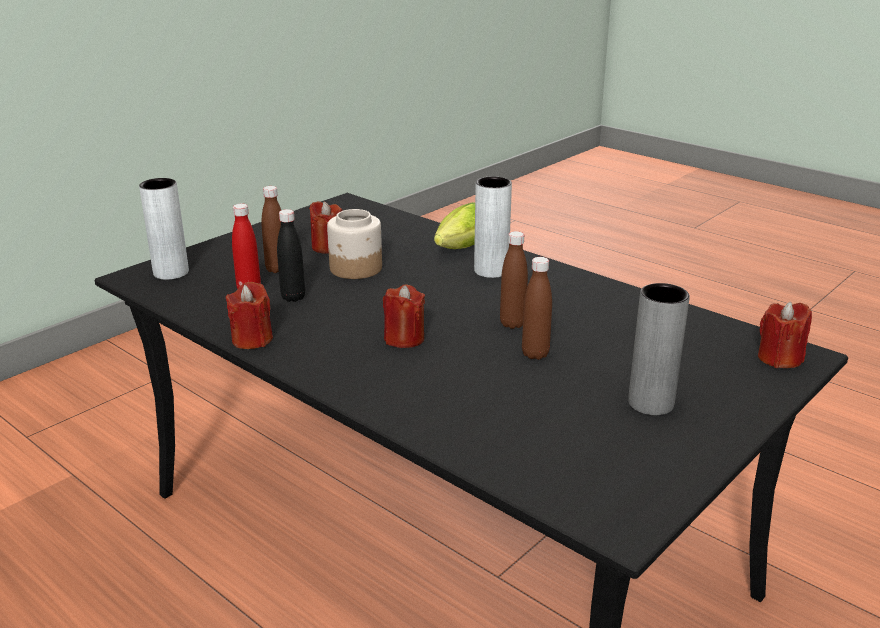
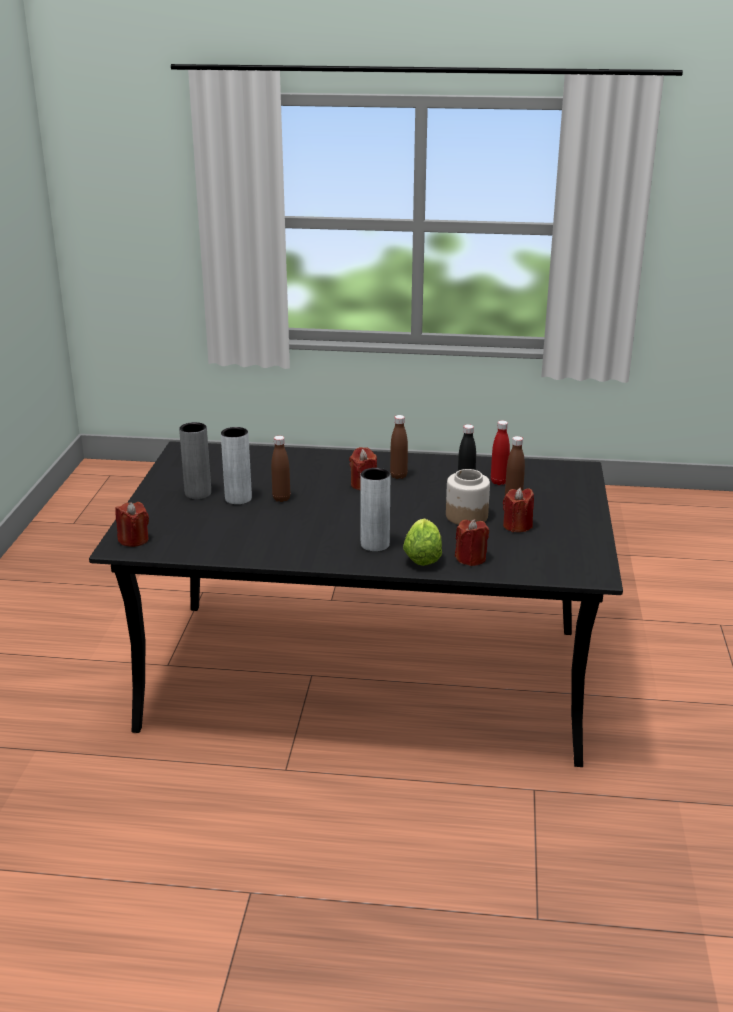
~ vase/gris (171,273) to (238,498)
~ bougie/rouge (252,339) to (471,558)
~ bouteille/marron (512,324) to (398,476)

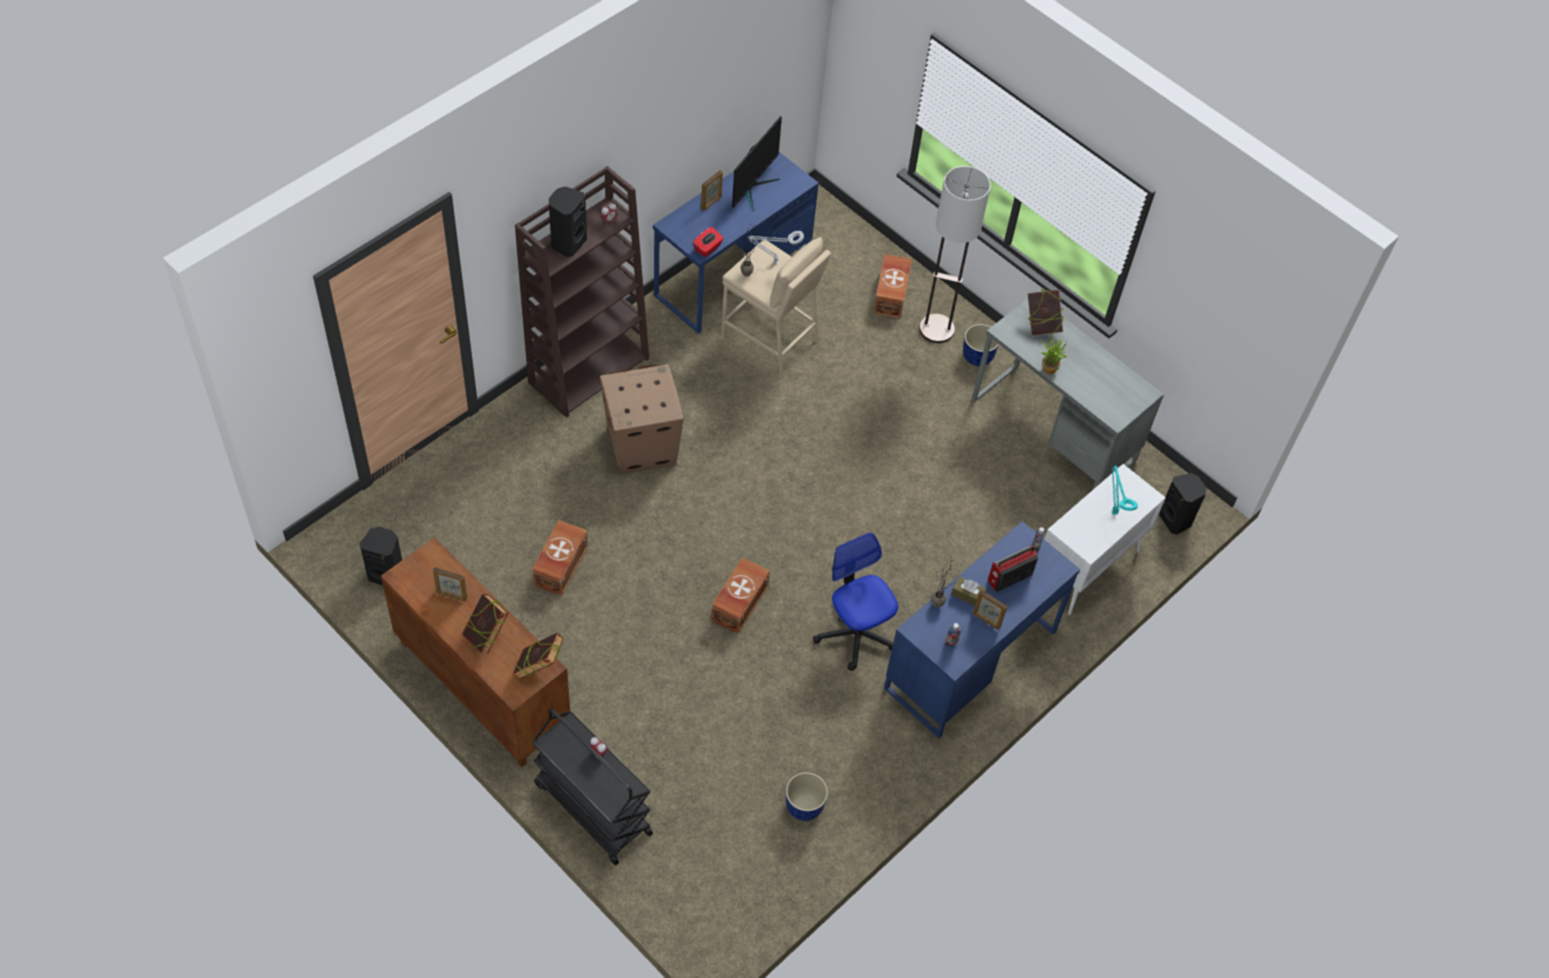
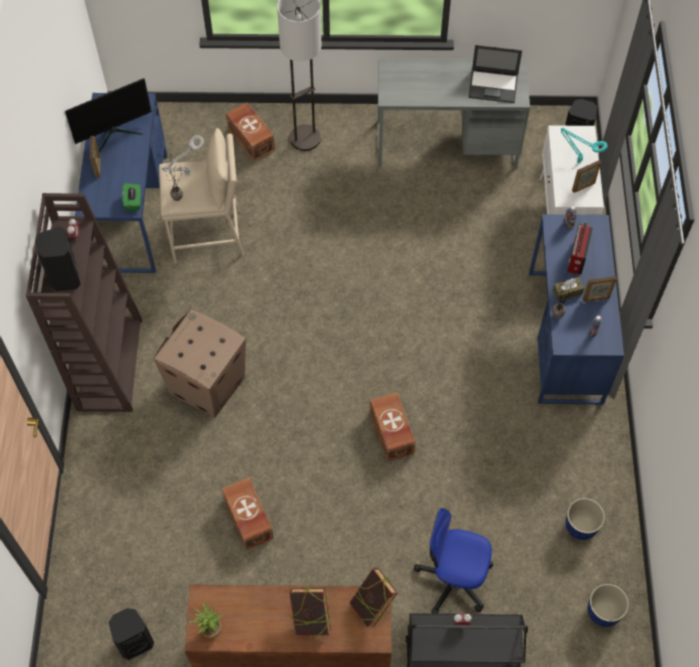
- livre (1041,325)
+ ordinateur portable (493,86)
~ cadre photo (451,595) to (583,187)
~ chaise de bureau (855,633) to (453,579)
~ cache-pot (977,358) to (603,613)
~ plante en pot (1048,367) to (209,628)
~ boîte à mouchoirs/rouge (708,248) to boîte à mouchoirs/vert (133,202)
~ écran d'ordinateur (753,188) = (114,133) 75 degrees clockwise

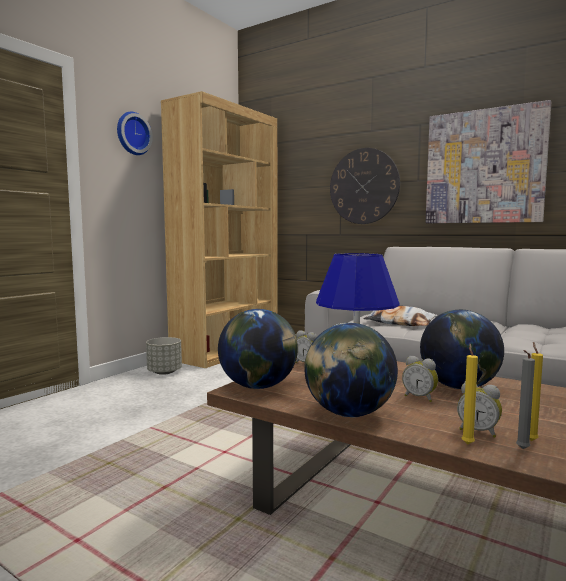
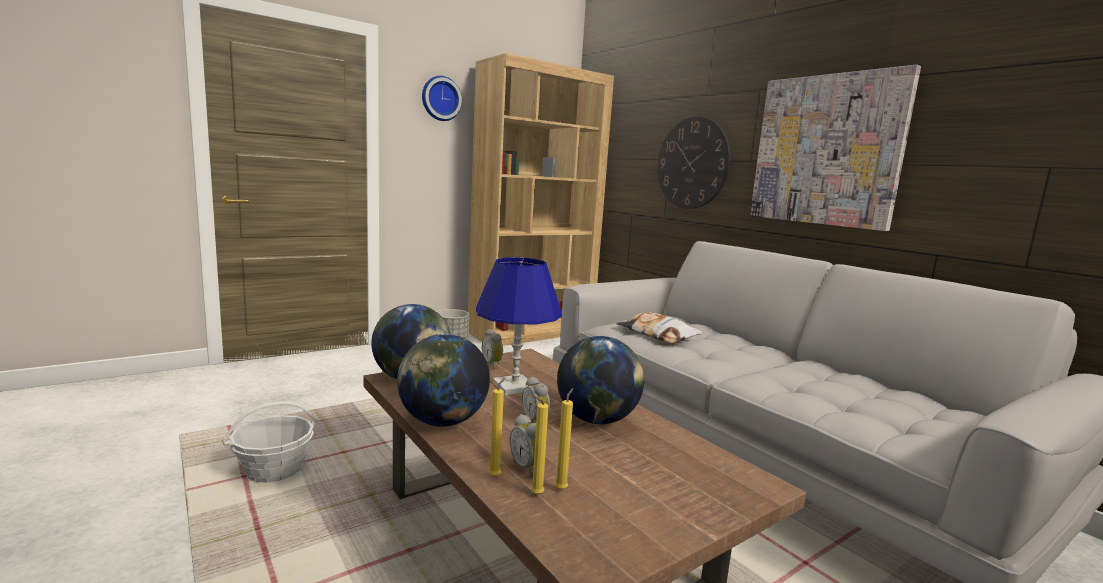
+ panier (274,470)
~ bougie/gris (521,449) to bougie/jaune (535,494)

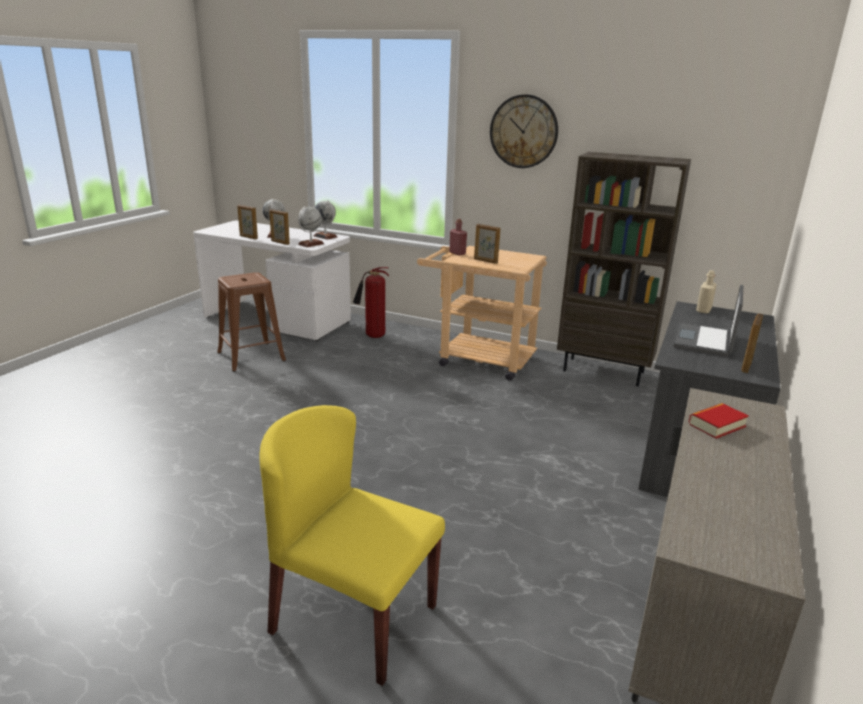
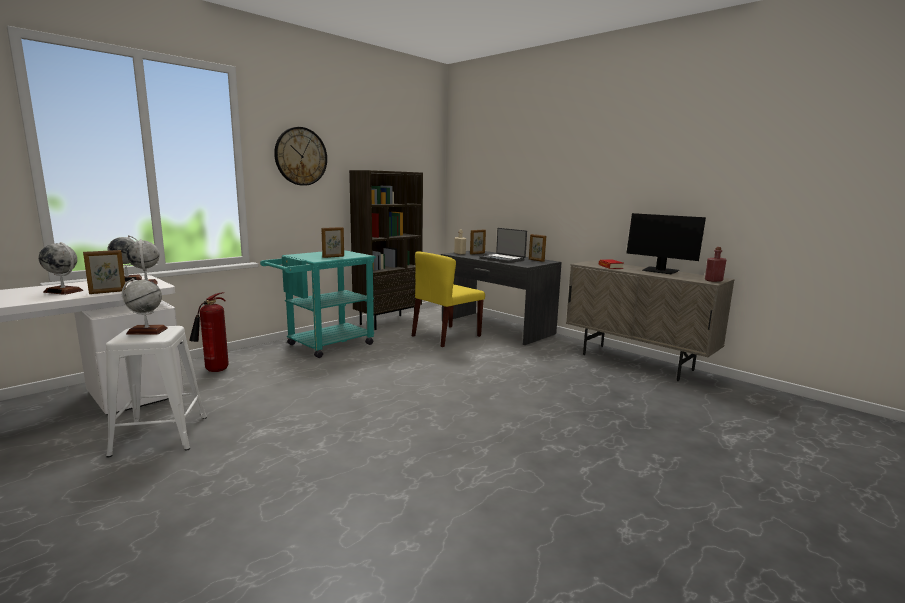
+ globe (147,331)
+ écran d'ordinateur (660,271)
~ cadre photo (248,237) to (477,253)
~ chaise/jaune (353,618) to (446,336)
~ bouteille/rouge (457,253) to (713,280)
~ tabouret/marron (251,356) to tabouret/blanc (160,435)
~ chariot/beige (478,359) to chariot/turquoise (324,346)

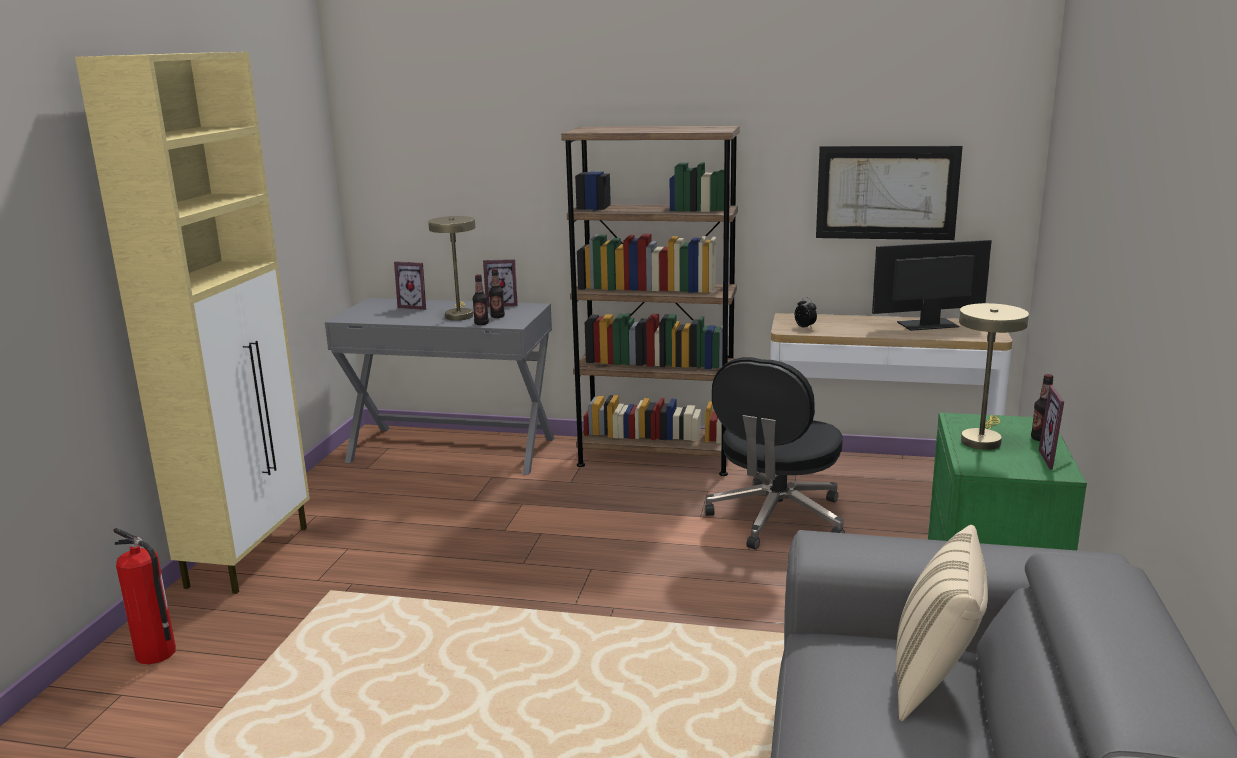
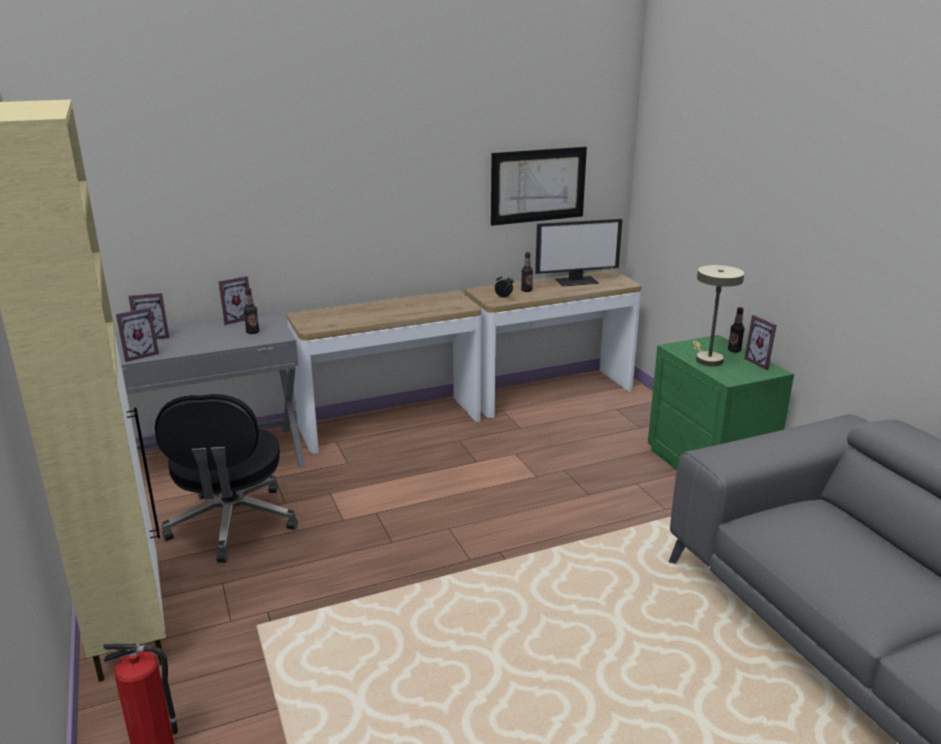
- lampe de table/beige (458,315)
- coussin/beige (935,680)
+ cadre photo (139,355)
~ bouteille (481,324) to (526,290)
~ chaise de bureau/noir (776,518) to (232,524)
~ bibliothèque/marron (656,457) to table console (390,424)
~ écran d'ordinateur (927,325) = (577,281) 150 degrees counterclockwise

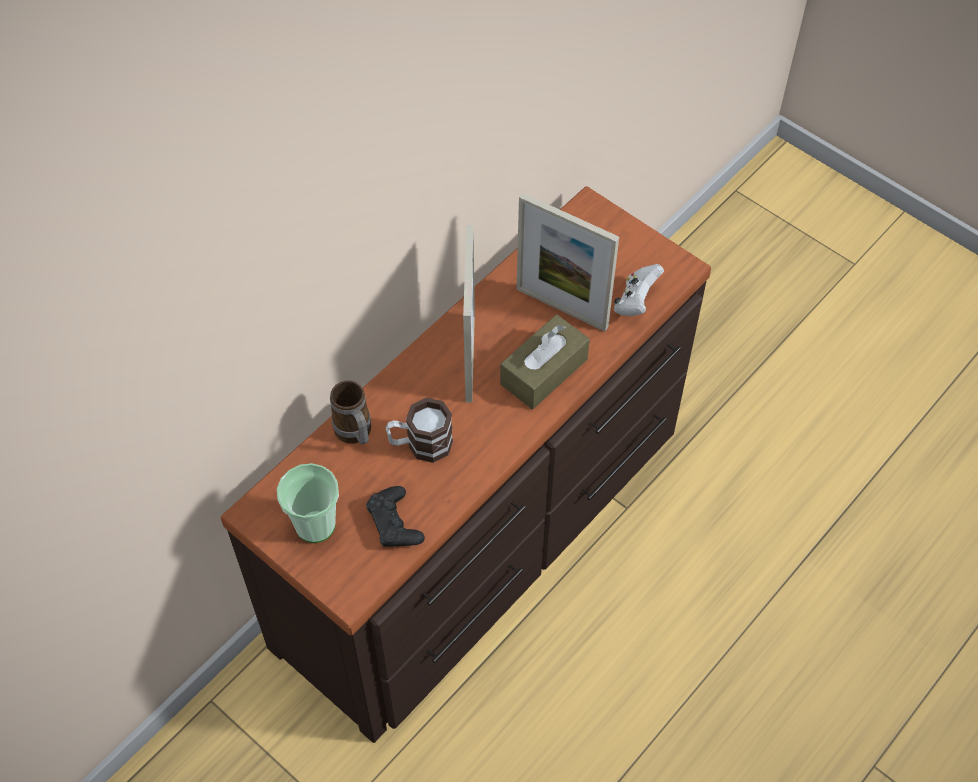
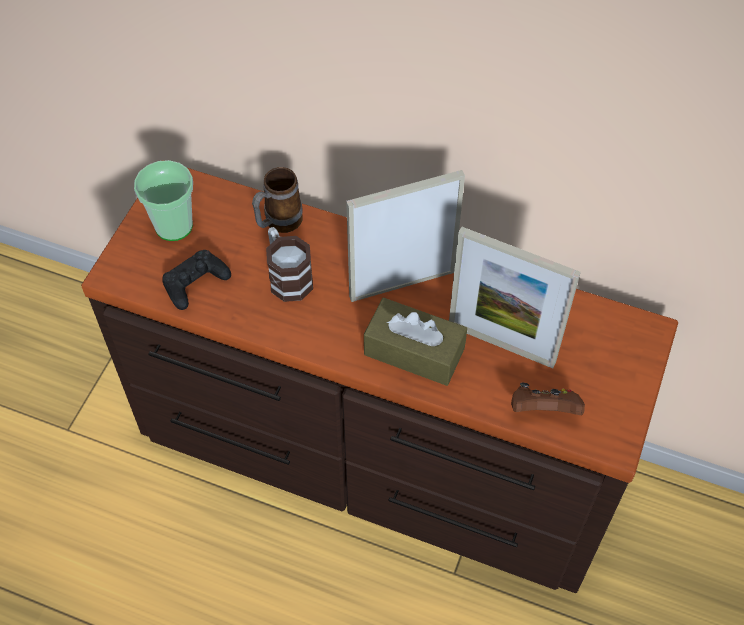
~ manette/blanc (635,302) to manette/marron (543,410)
~ cadre photo (561,308) = (501,344) 75 degrees counterclockwise

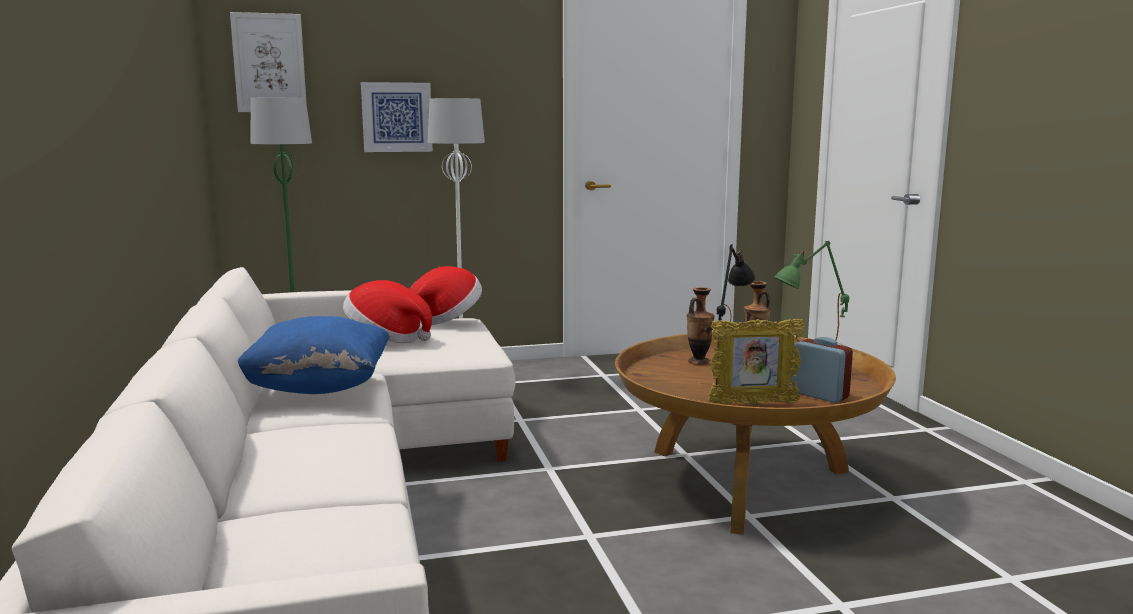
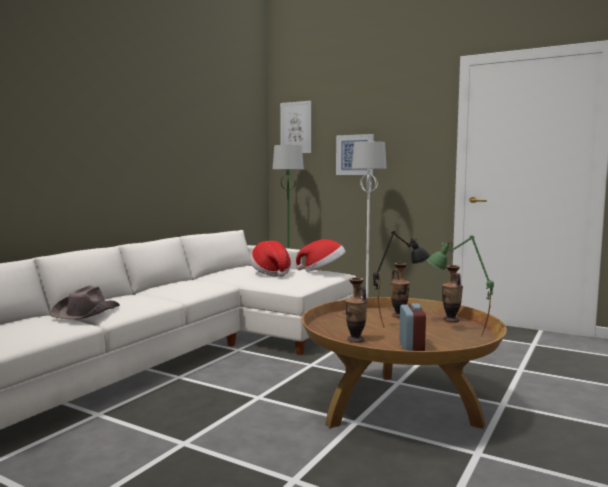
- coussin/bleu (319,388)
+ chapeau/marron (85,312)
~ cadre photo (753,404) to vase (355,340)

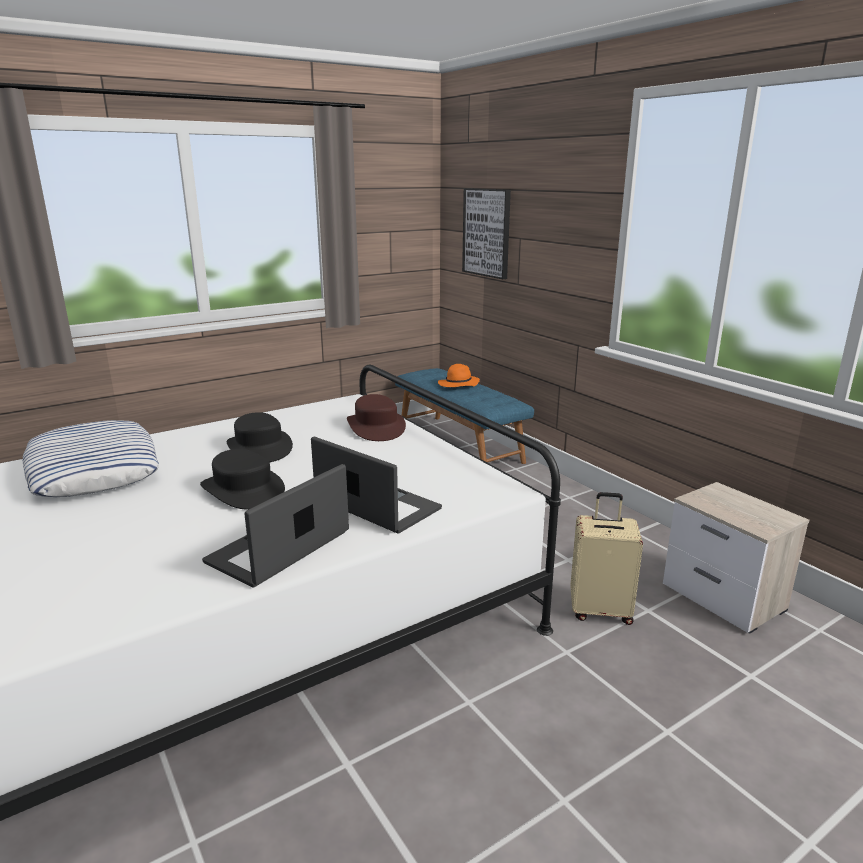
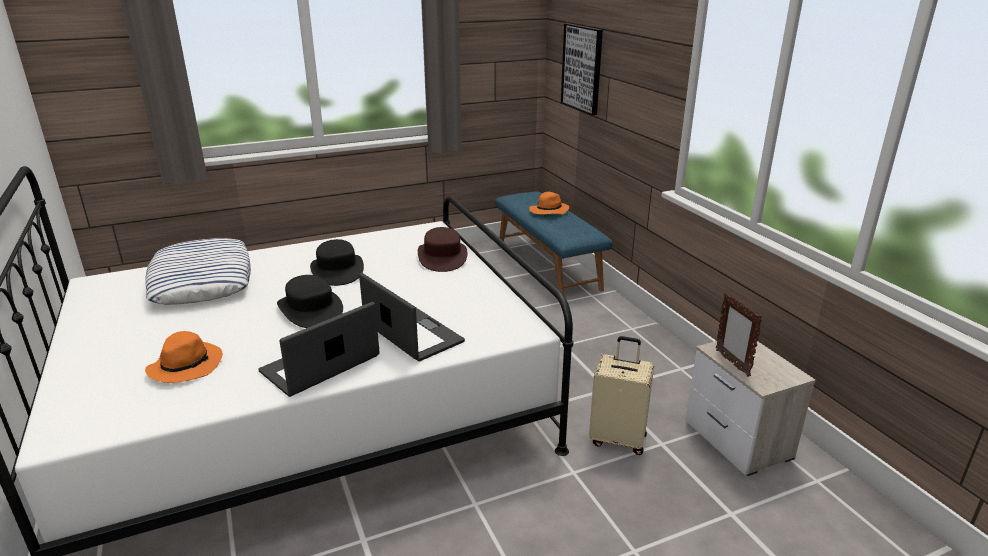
+ chapeau/orange (186,365)
+ cadre photo (732,363)

